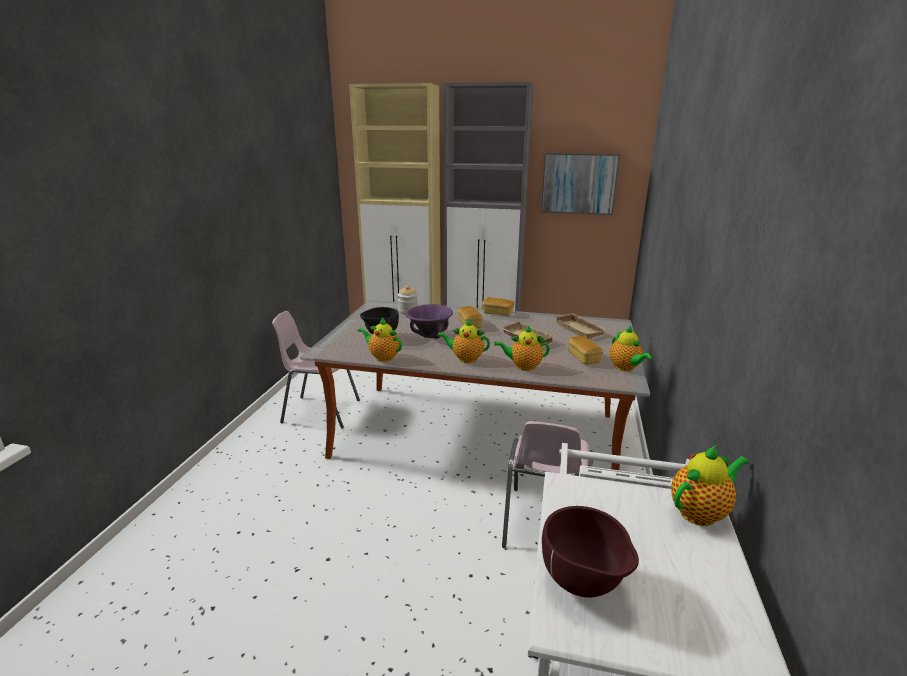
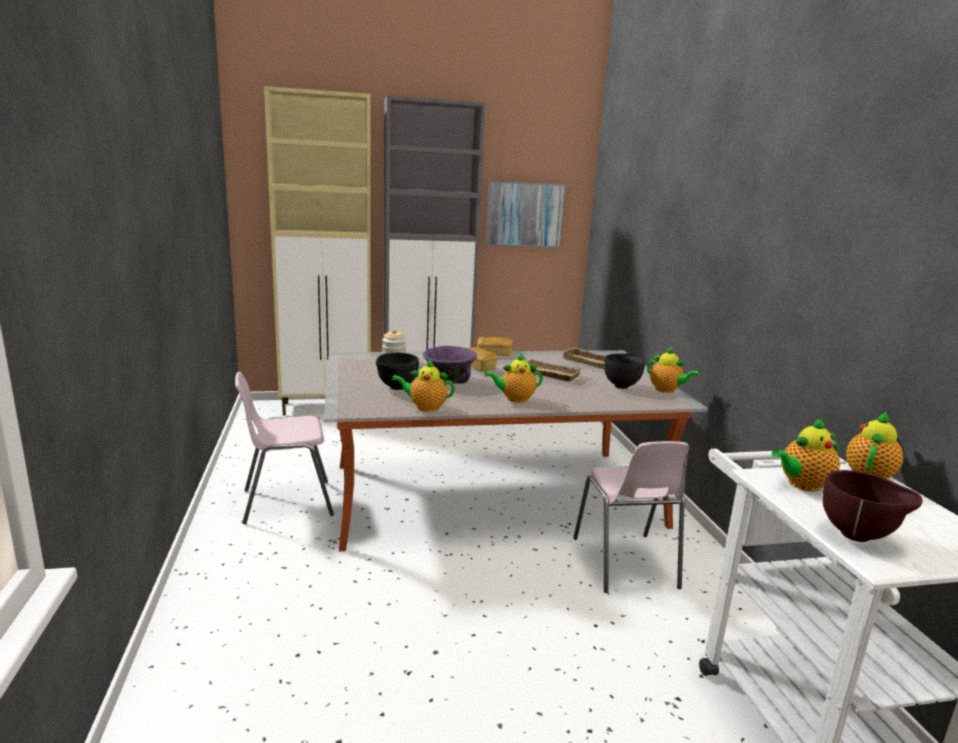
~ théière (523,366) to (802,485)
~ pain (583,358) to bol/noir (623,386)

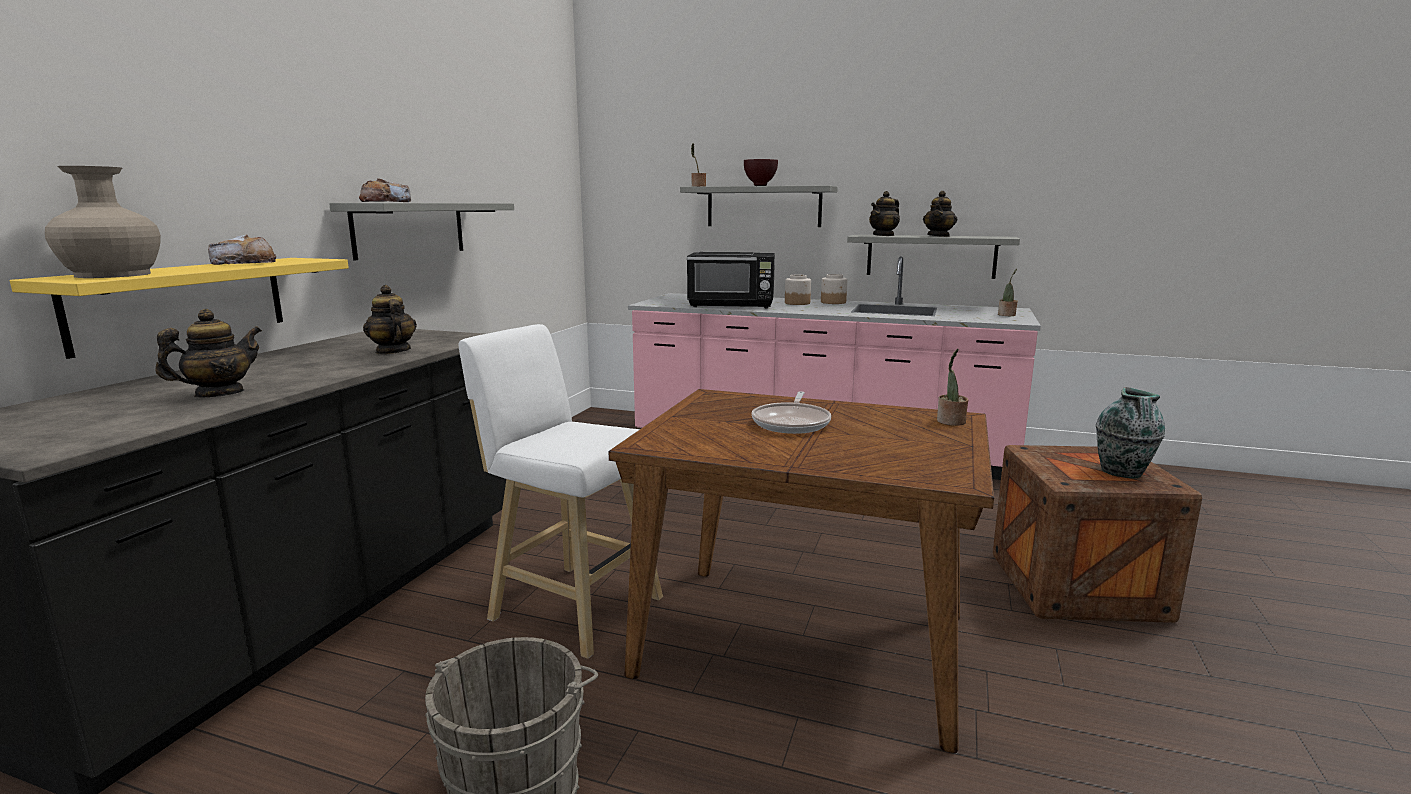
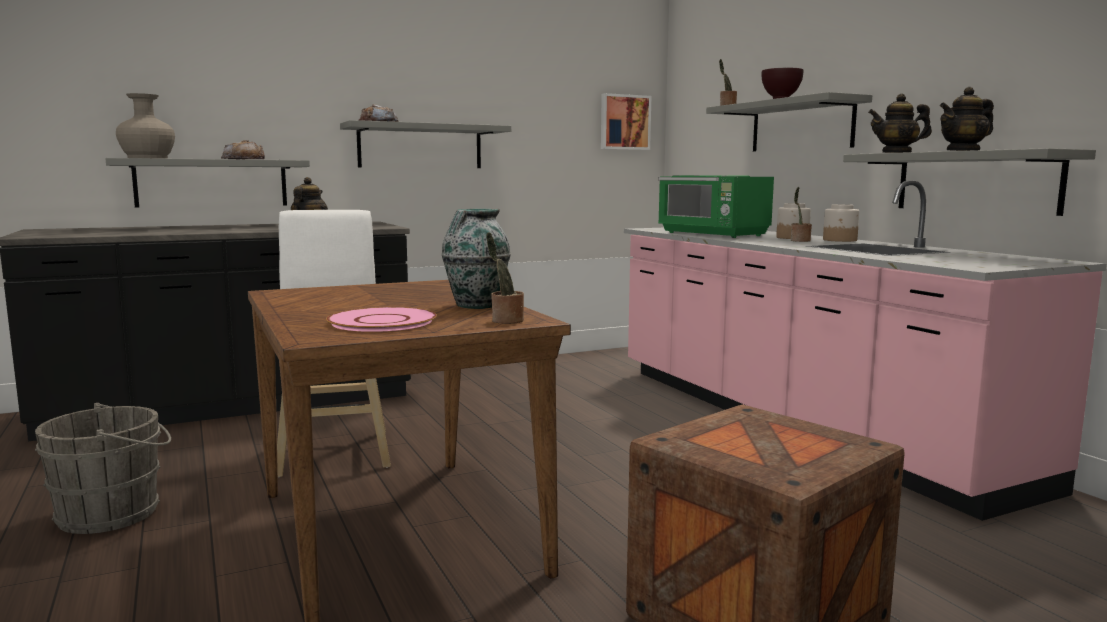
- théière (219,394)
- poêle (792,423)
+ assiette/rose (382,321)
+ tableau (624,122)
~ plante en pot (1007,315) to (799,241)
~ vase (1122,473) to (476,305)
~ étagère/jaune (181,302) to étagère/gris (212,183)
~ micro-ondes/noir (732,305) to micro-ondes/vert (713,234)

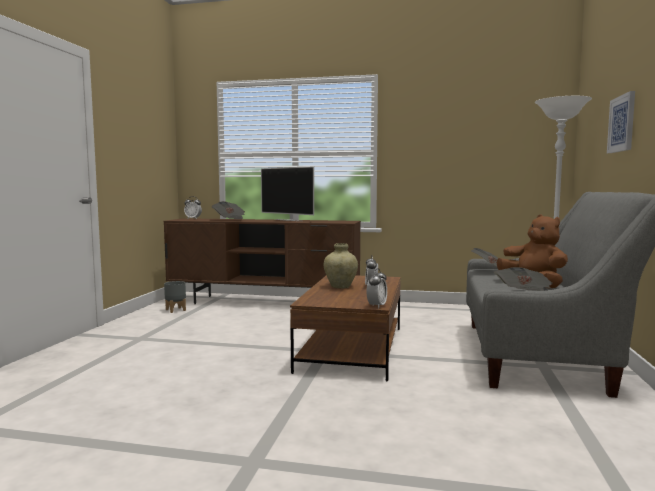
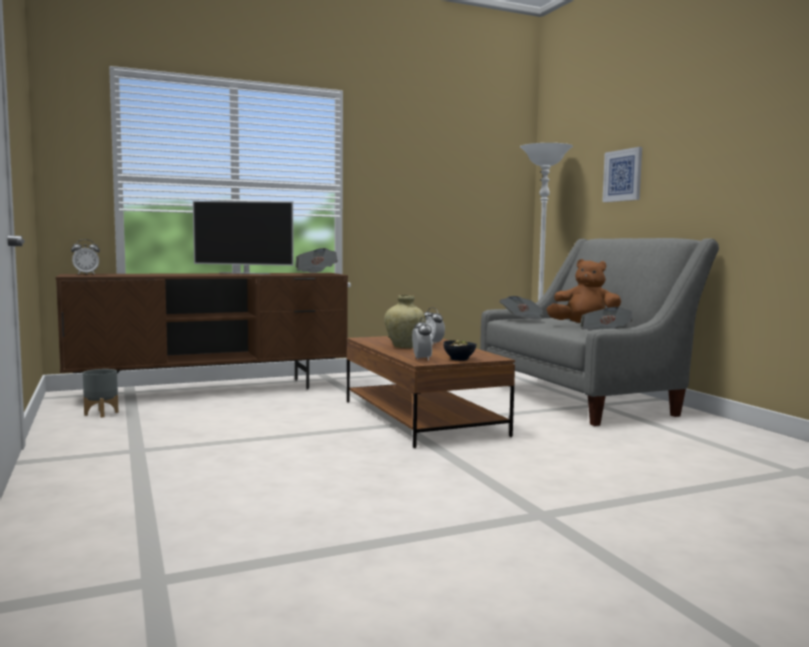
+ bol (459,359)
~ journal (230,220) to (316,273)
~ réveil (376,306) to (421,359)

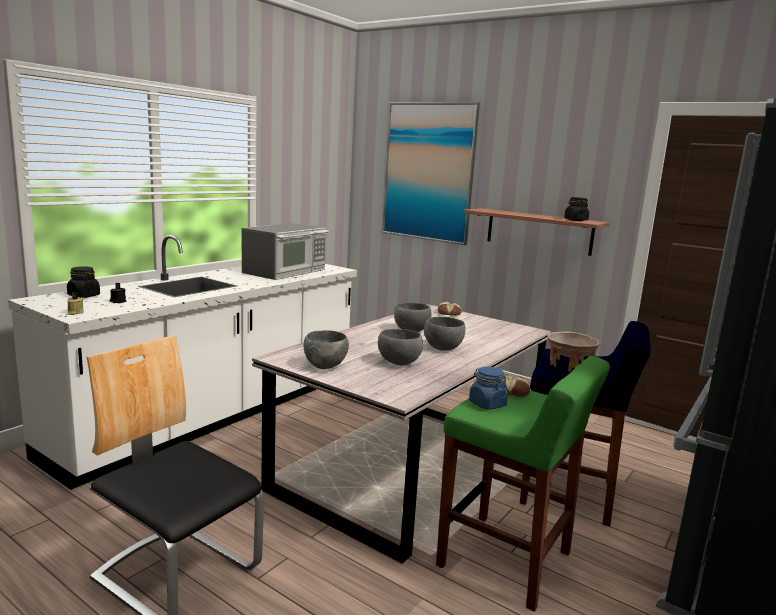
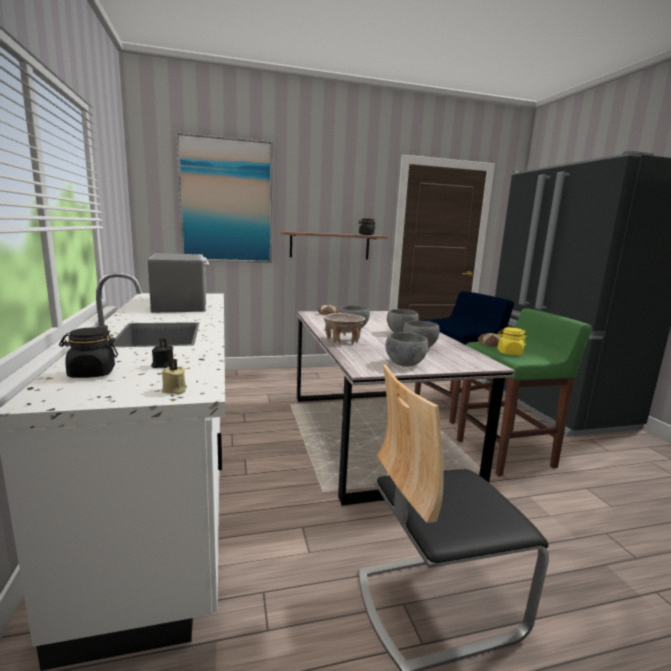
~ bol/beige (569,366) to (343,340)
~ bocal/bleu (487,404) to bocal/jaune (509,353)

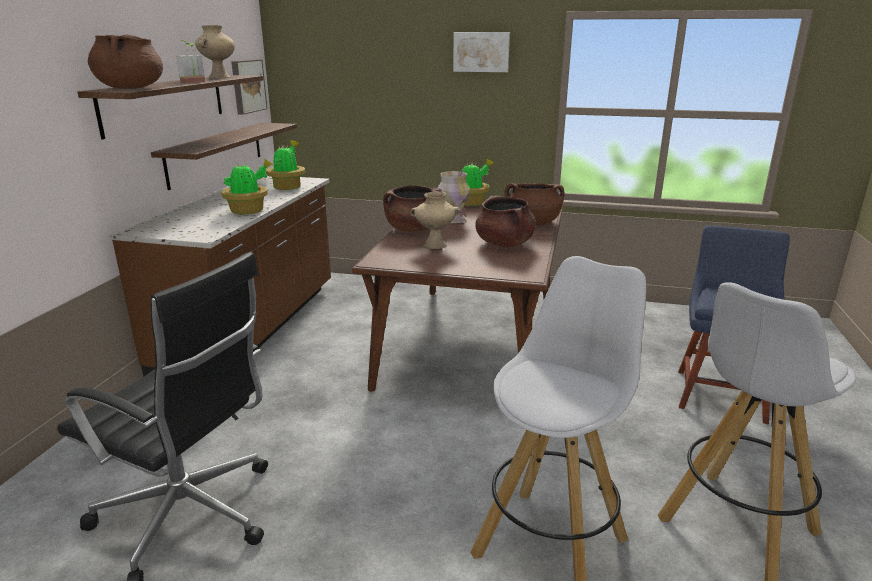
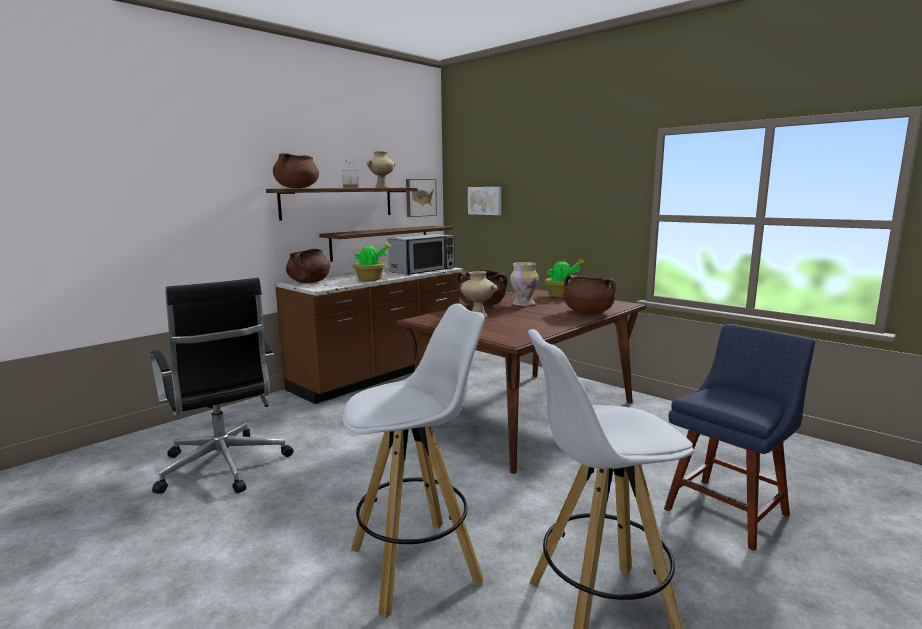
~ tableau (481,52) to (485,200)
~ marmite/marron (504,244) to (309,282)
~ plante en pot (288,187) to micro-ondes (423,270)

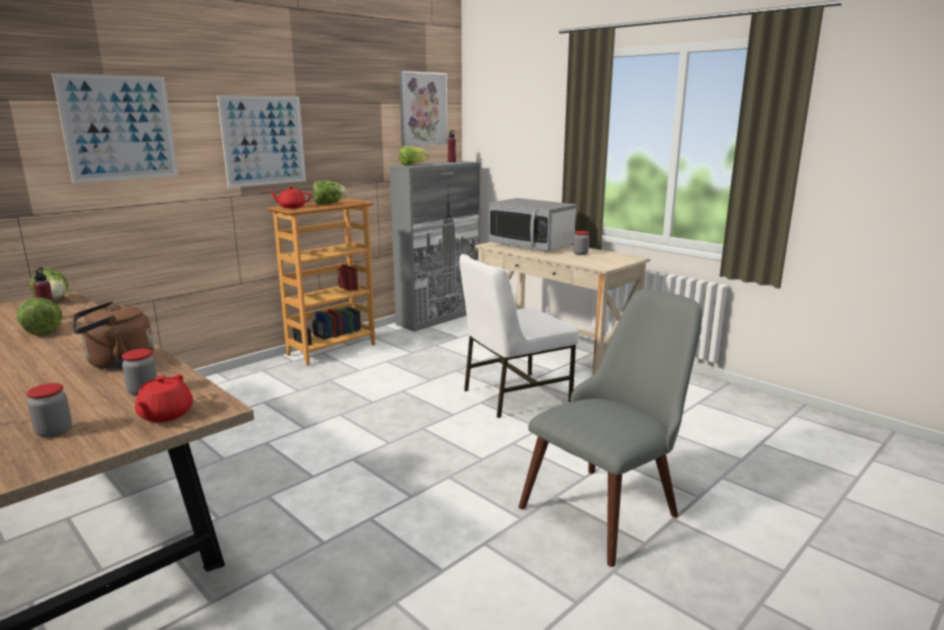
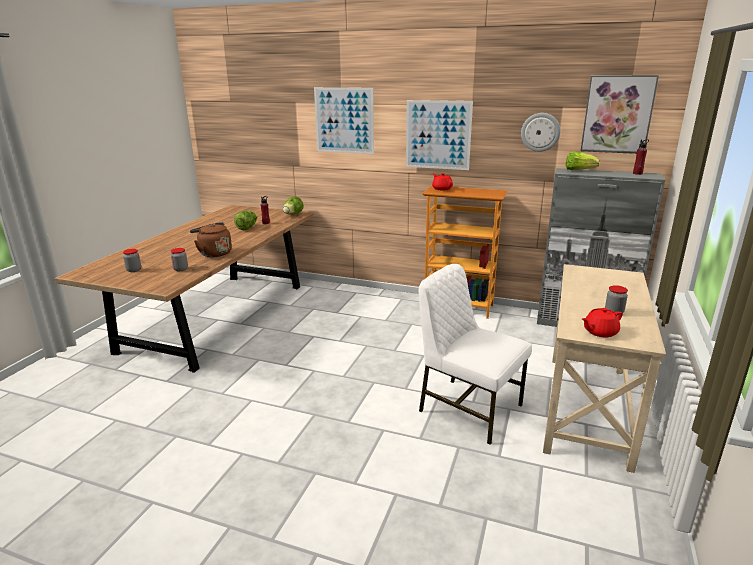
- laitue (329,204)
- micro-ondes (531,245)
- chaise/gris (611,504)
+ horloge murale (540,132)
~ théière/rouge (165,415) to (599,332)

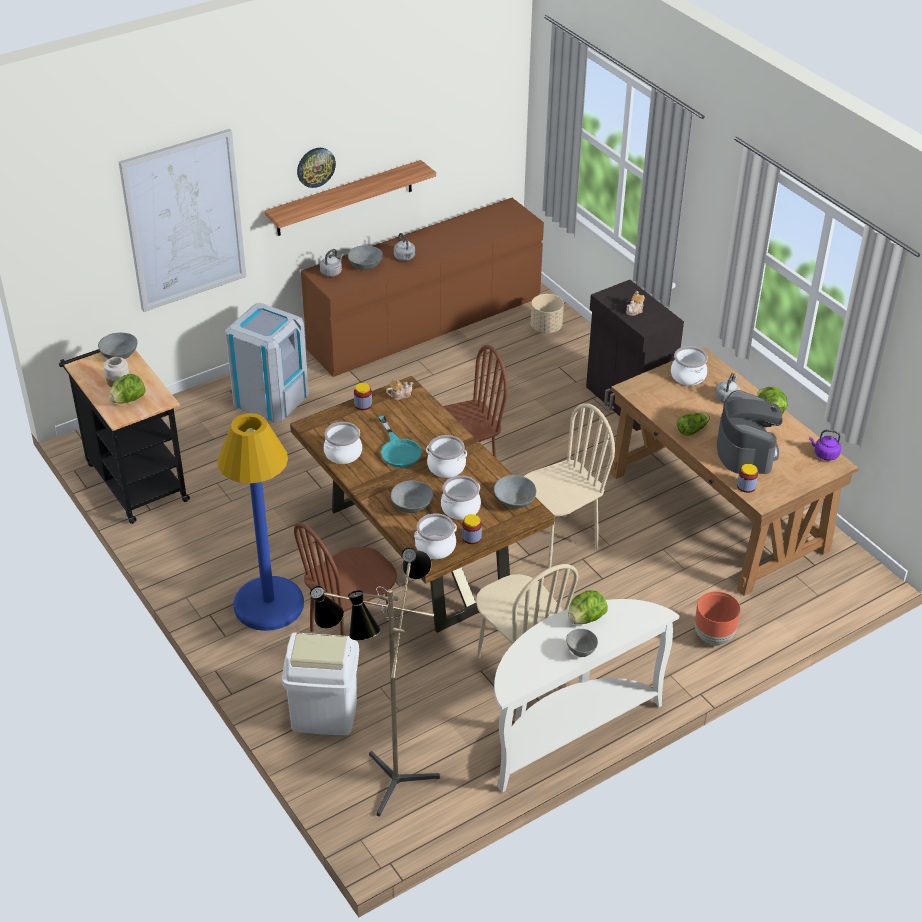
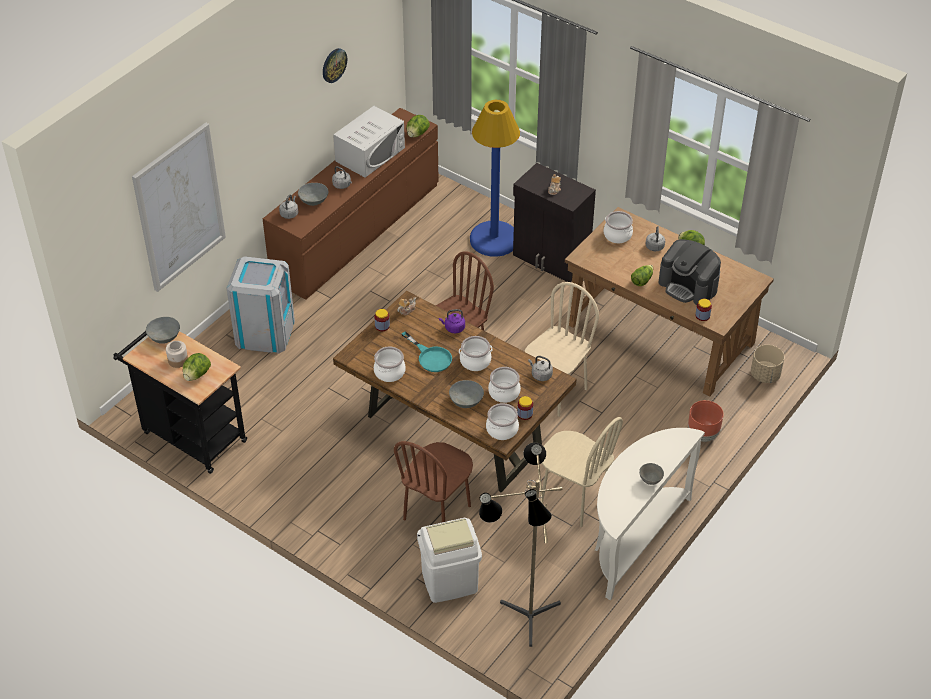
- étagère (345,198)
+ micro-ondes/blanc (370,154)
~ lampadaire/bleu (269,604) to (494,239)
~ horloge murale (315,167) to (334,65)
~ cache-pot/beige (546,327) to (765,375)
~ laitue (585,619) to (417,134)
~ bouilloire/violet (824,454) to (453,328)
~ bol/gris (514,500) to bouilloire/gris (540,375)
~ machine à café (746,450) = (688,286) 150 degrees clockwise

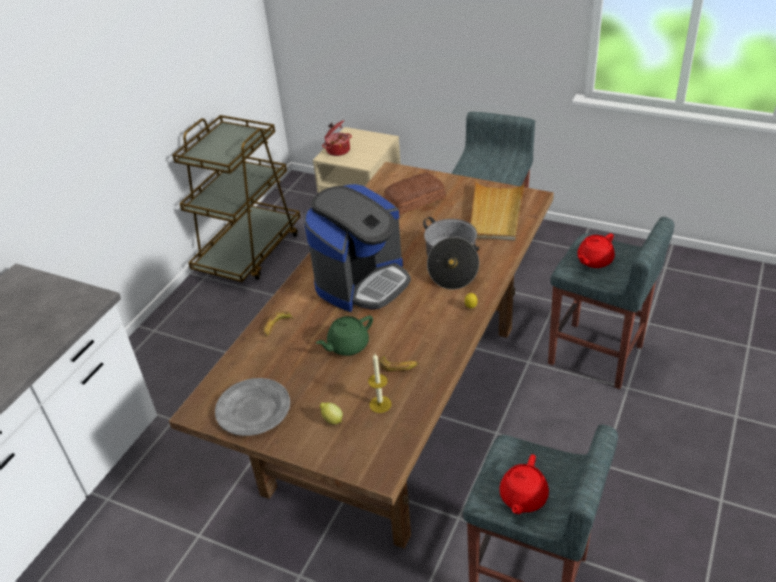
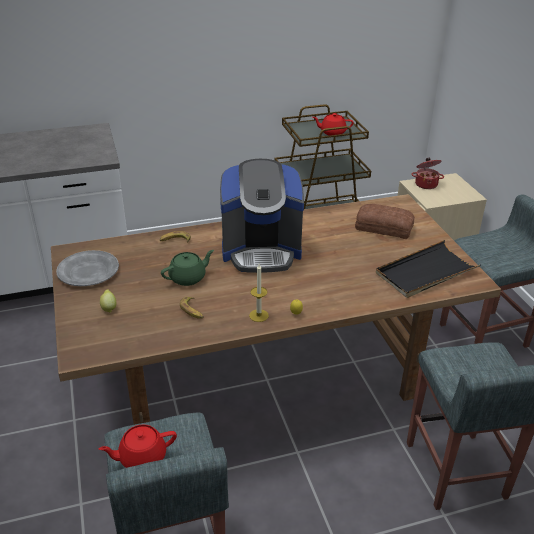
- marmite (451,263)
~ bougie (380,404) to (258,315)
~ théière/rouge (594,260) to (332,132)
~ plateau/beige (496,213) to plateau/noir (425,272)
~ théière/vert (347,346) = (188,278) 135 degrees clockwise

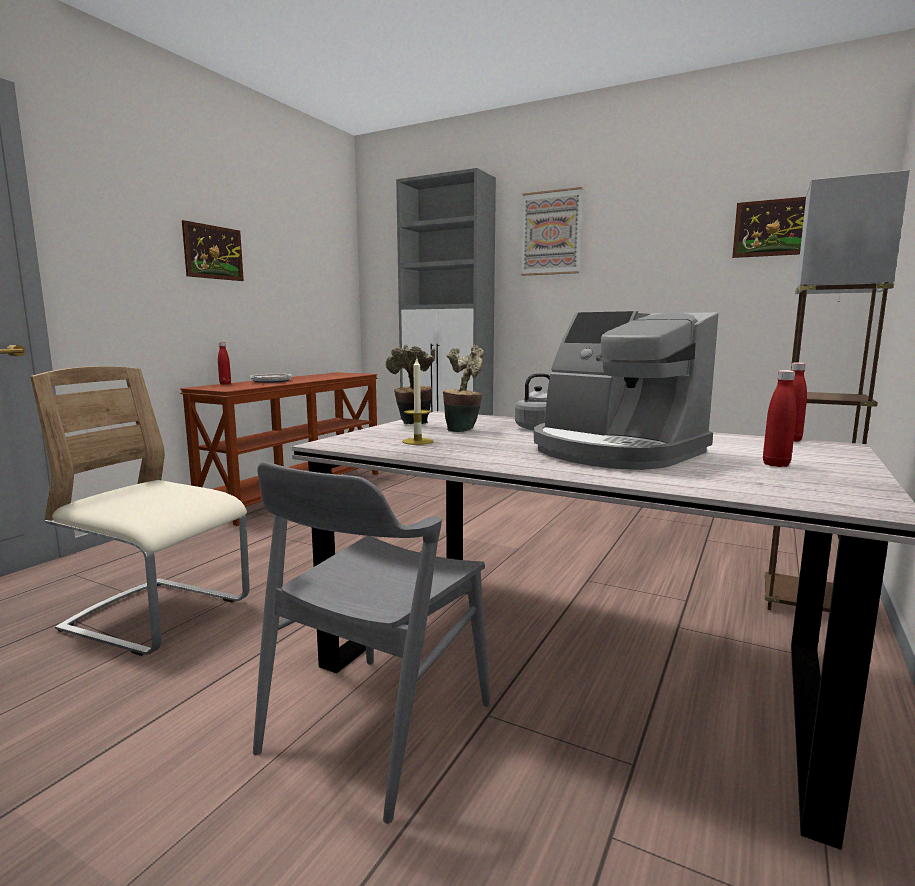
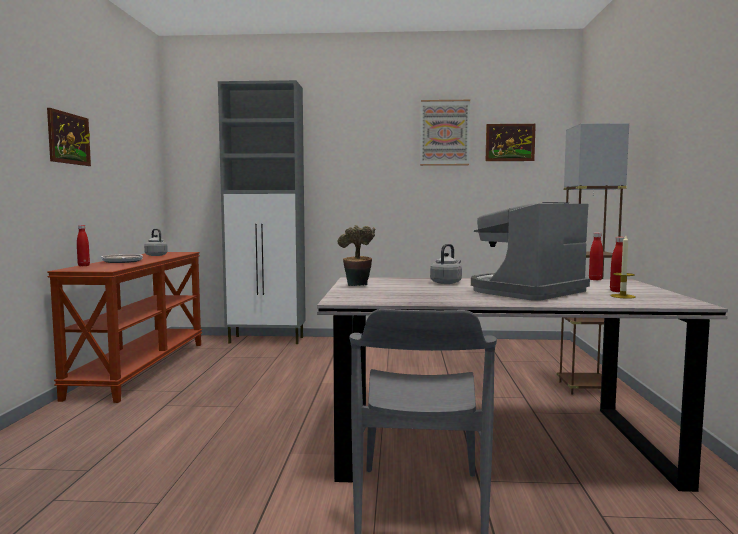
- chaise/beige (158,616)
- plante en pot (464,430)
+ bouilloire/gris (155,255)
~ bougie (417,441) to (622,296)
~ tableau (551,233) to (444,133)
~ machine à café (614,451) = (526,291) 120 degrees clockwise

